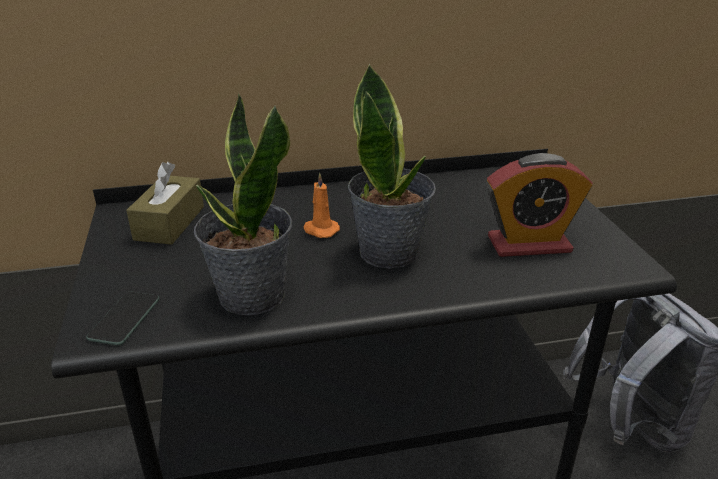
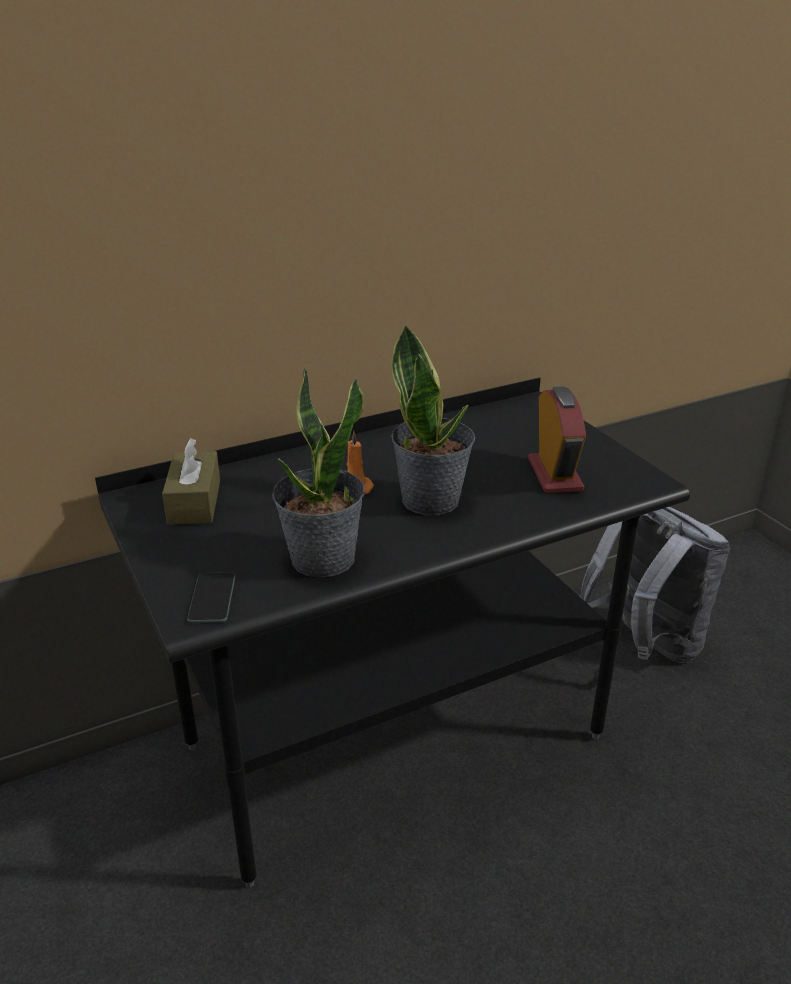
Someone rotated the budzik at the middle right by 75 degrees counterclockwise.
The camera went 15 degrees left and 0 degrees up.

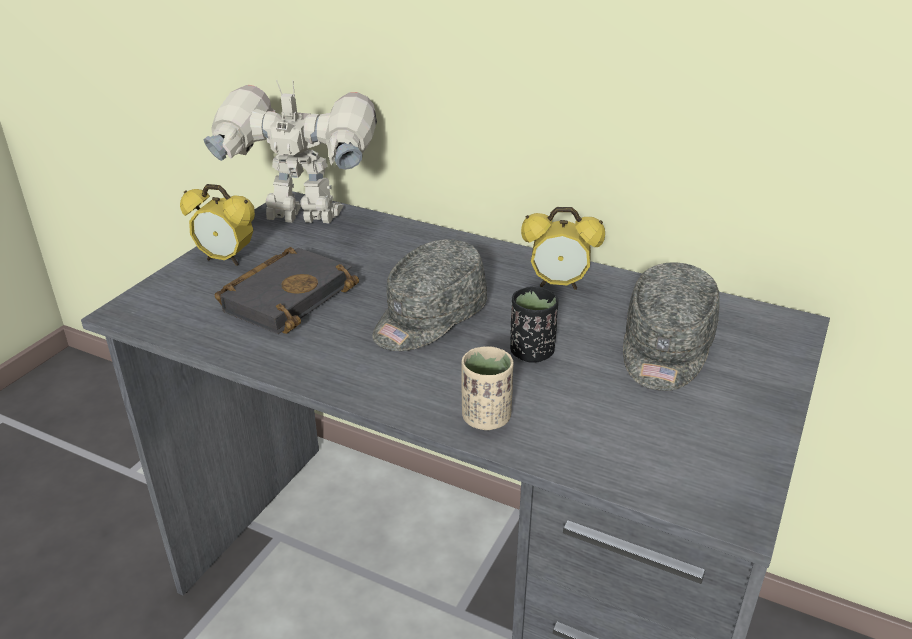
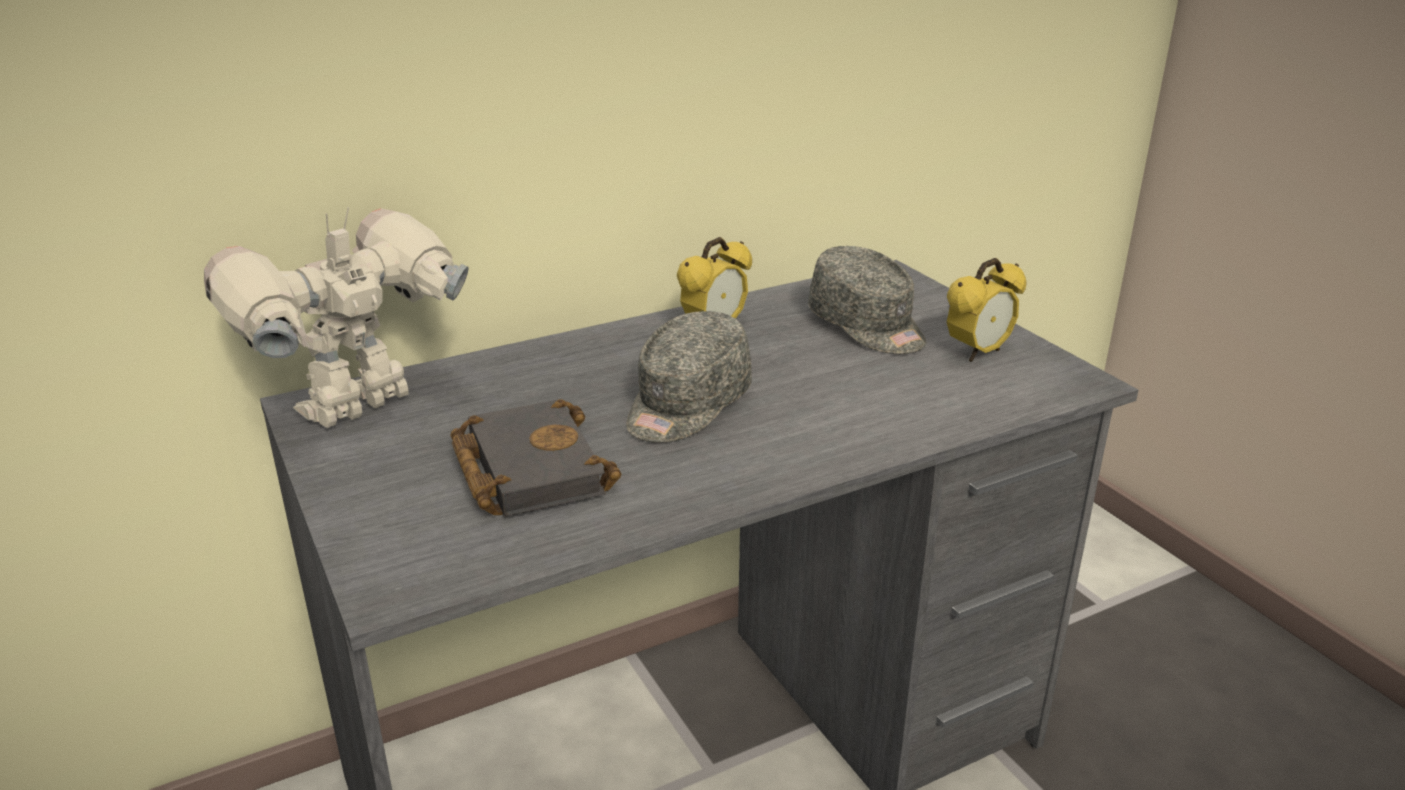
Someone carried the budzik (1st from left in the first image) from the middle left to the middle right.
Someone rotated the czapka z daszkiem [szary] (1st from left) at the centre by 45 degrees clockwise.
Someone took away the filiżanka [czarny] at the centre.
Someone took away the filiżanka [beżowy] at the centre.
The camera went 55 degrees left and 5 degrees down.

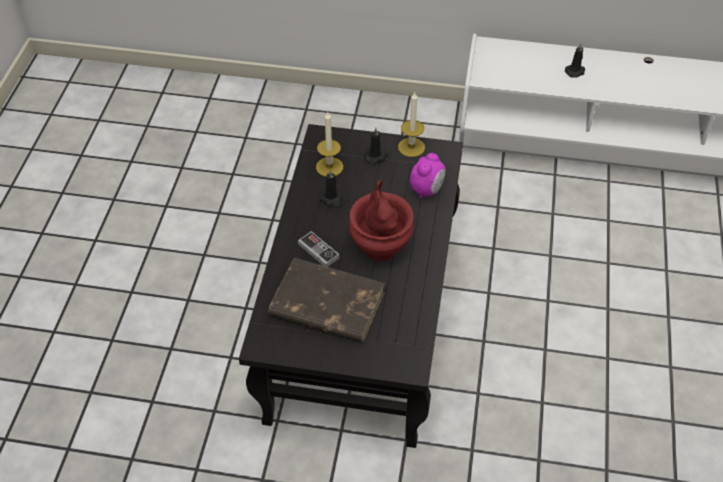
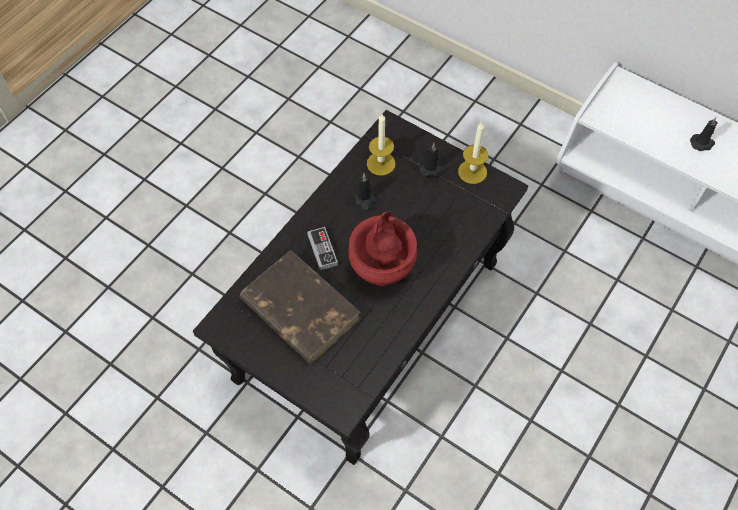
Someone took away the budzik at the centre.
The camera went 25 degrees right and 10 degrees up.

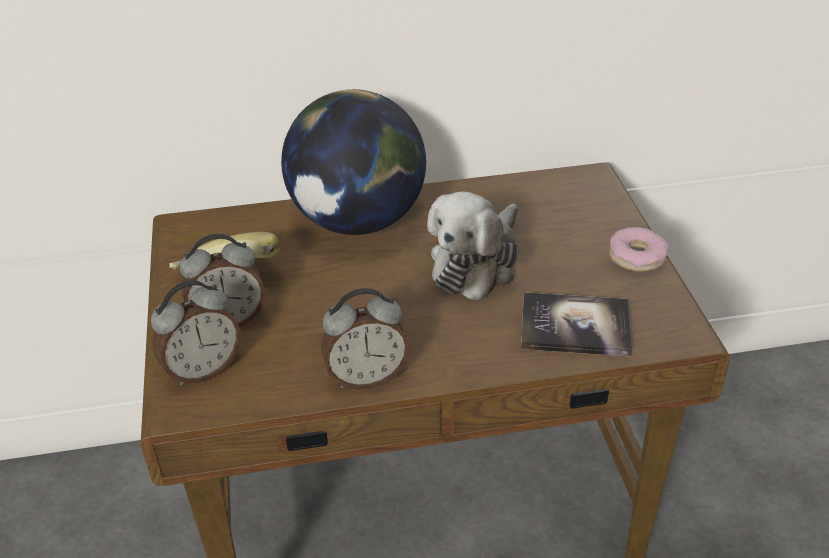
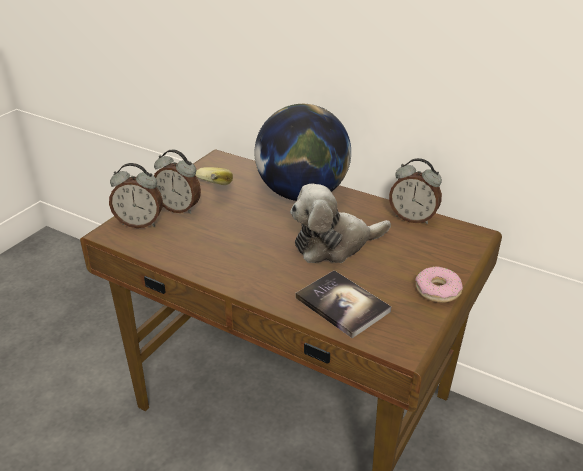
Someone carried the budzik (3rd from left) from the centre to the middle right.
The camera went 40 degrees right and 5 degrees down.

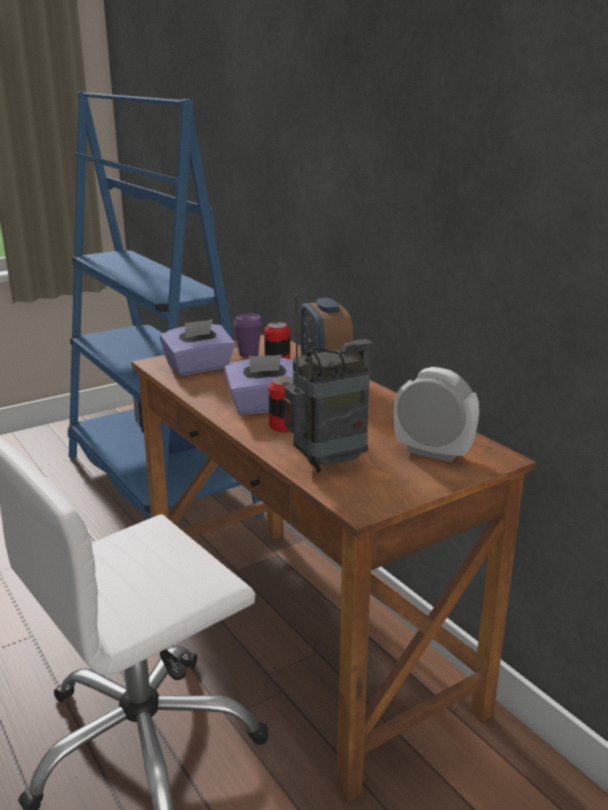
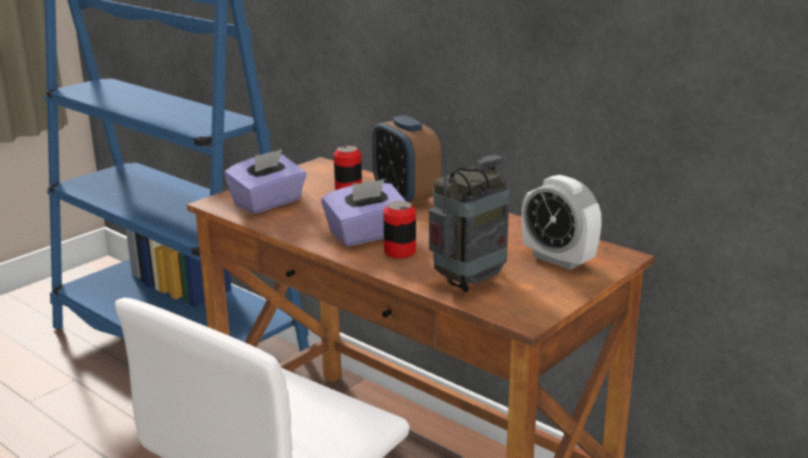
Someone took away the filiżanka [fioletowy] at the centre.
Someone rotated the budzik (2nd from left) at the middle right by 150 degrees counterclockwise.
The camera went 15 degrees left and 0 degrees up.

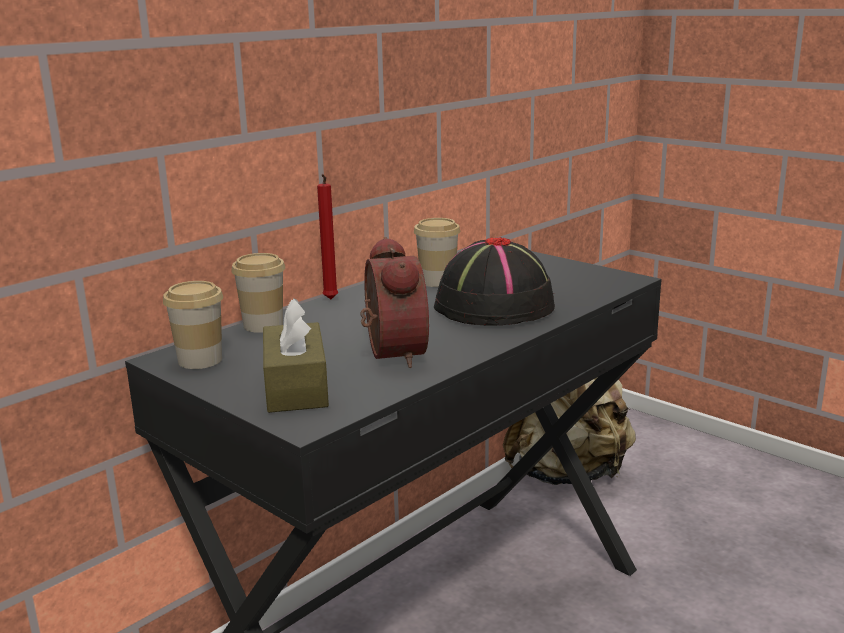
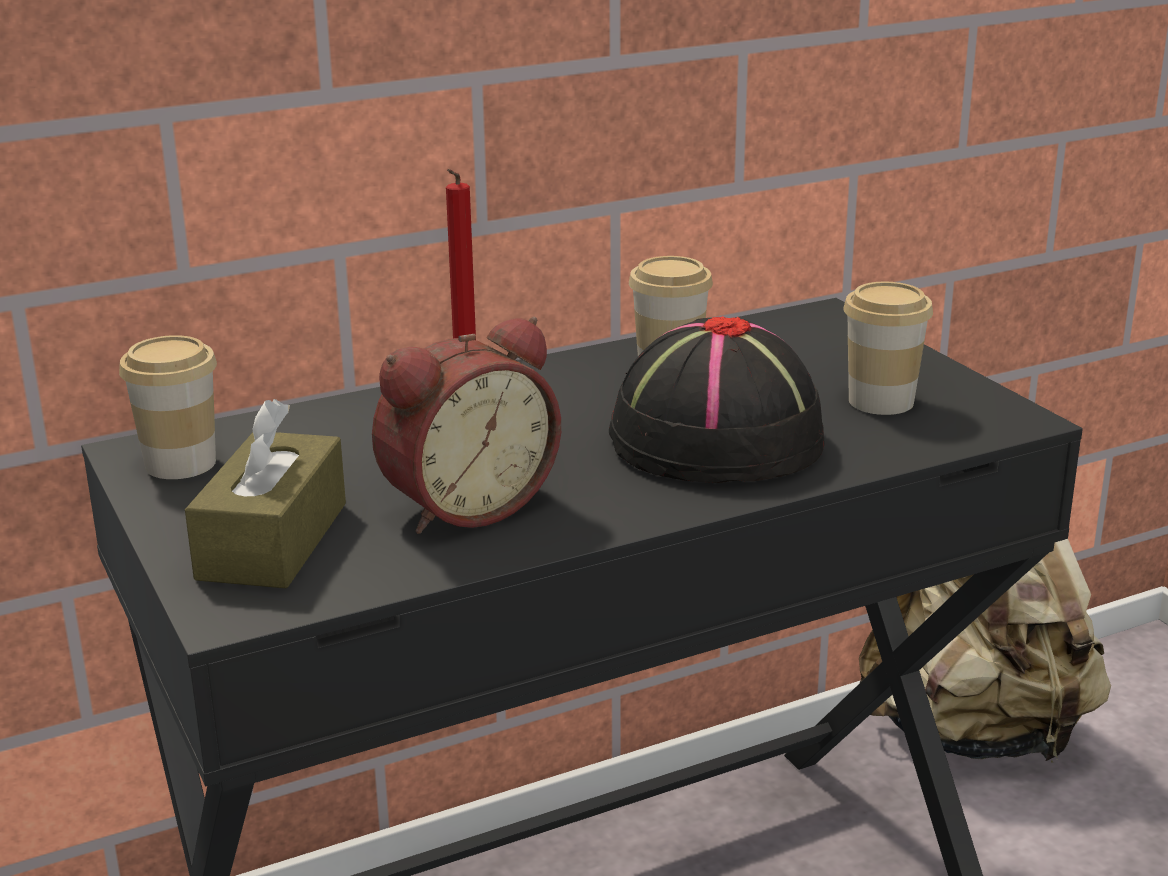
Someone rotated the budzik at the centre by 45 degrees clockwise.
Someone carried the filiżanka (2nd from left in the first image) from the middle left to the middle right.
The camera went 20 degrees right and 5 degrees up.

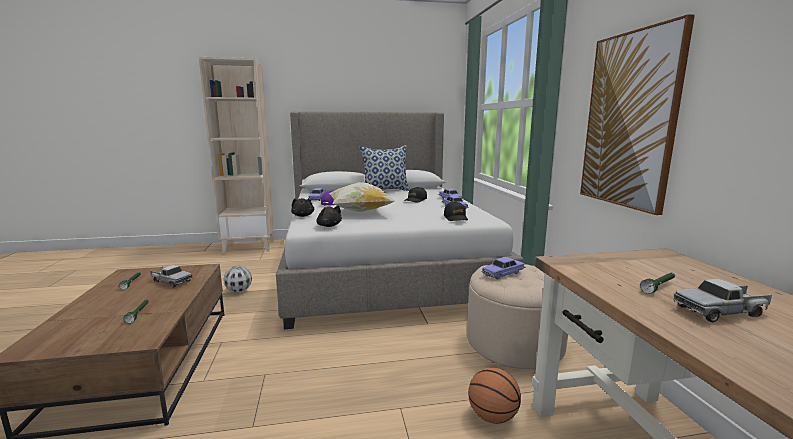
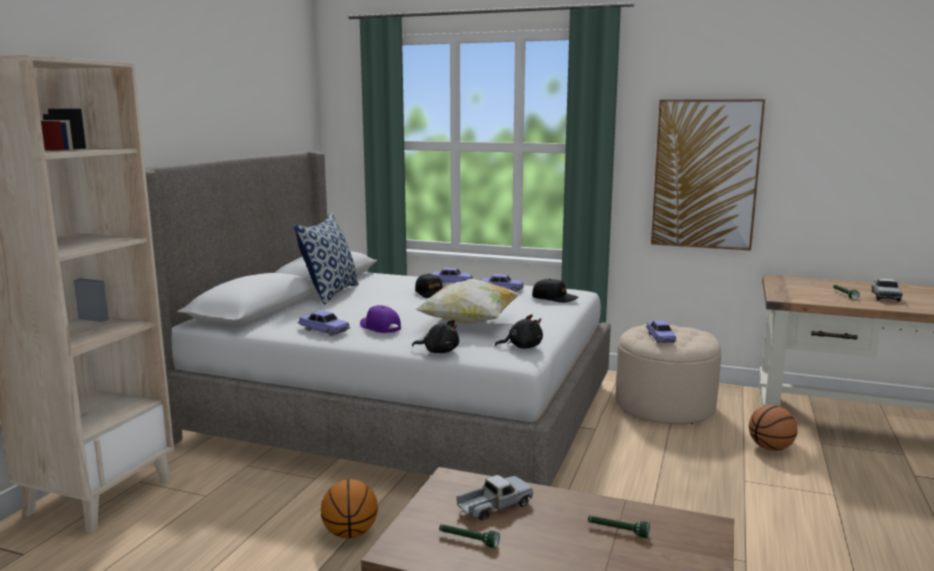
Someone swapped the piłka futbolowa at the middle left for the piłka do koszykówki (1st from left) at the bottom centre.
The camera went 60 degrees left and 0 degrees up.

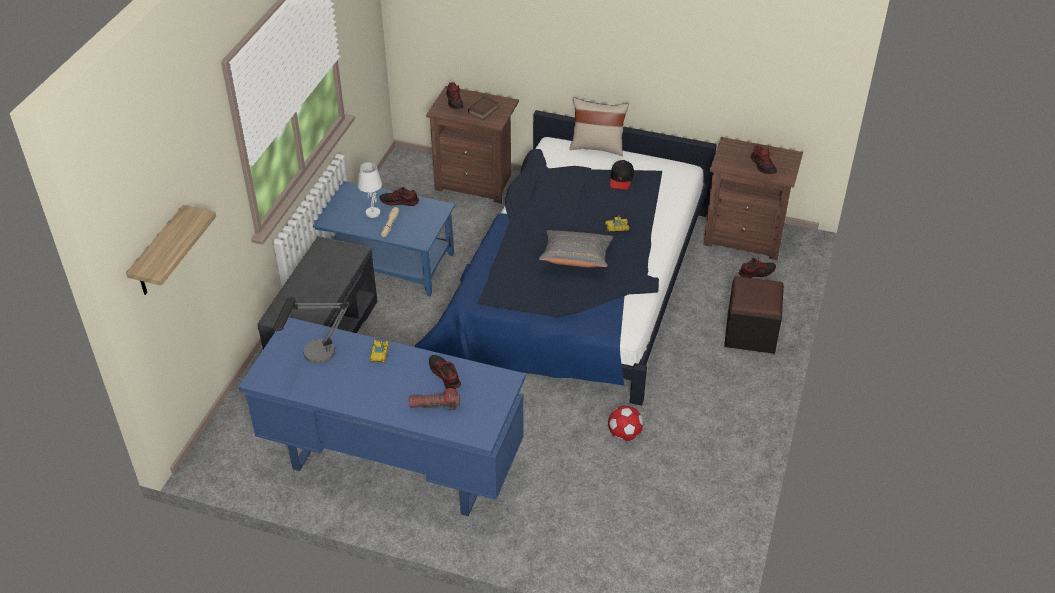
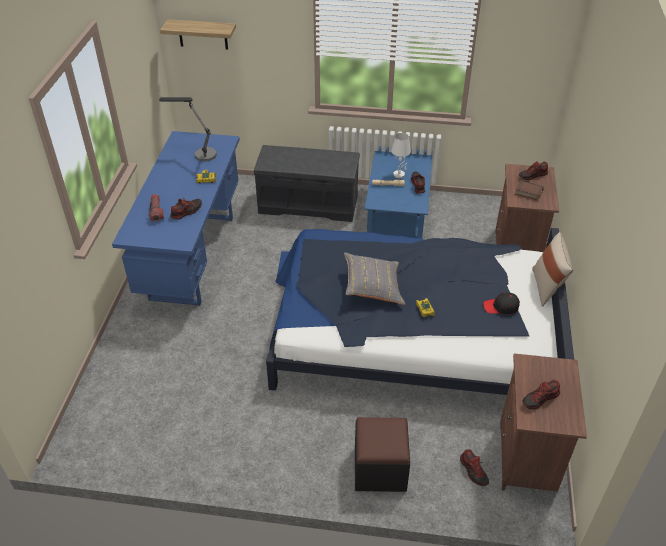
Someone took away the piłka futbolowa at the bottom centre.
The camera went 80 degrees right and 0 degrees up.

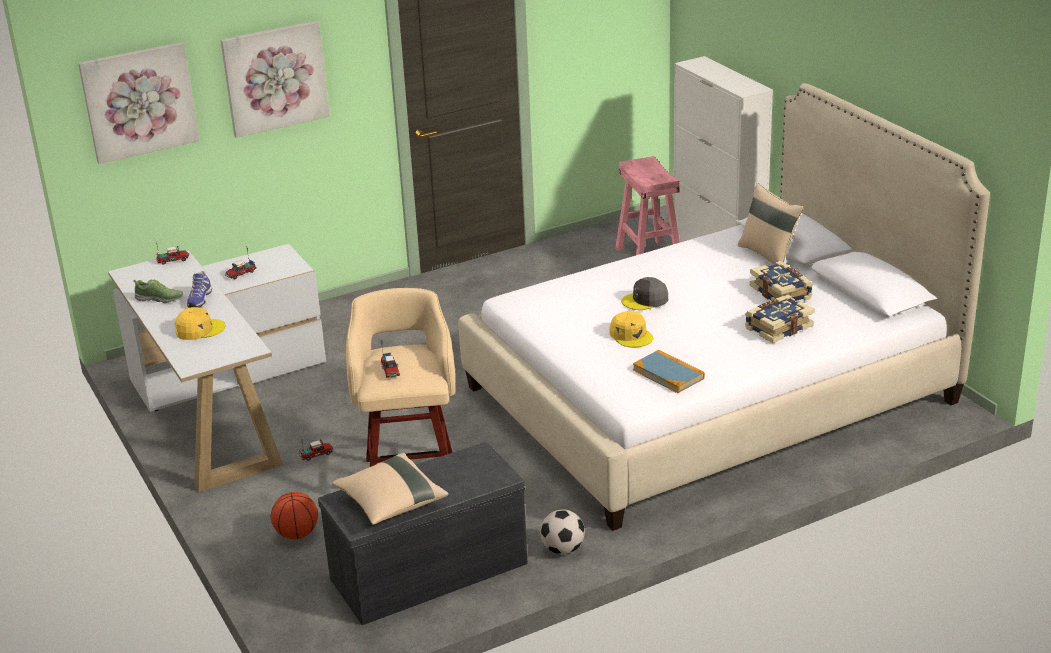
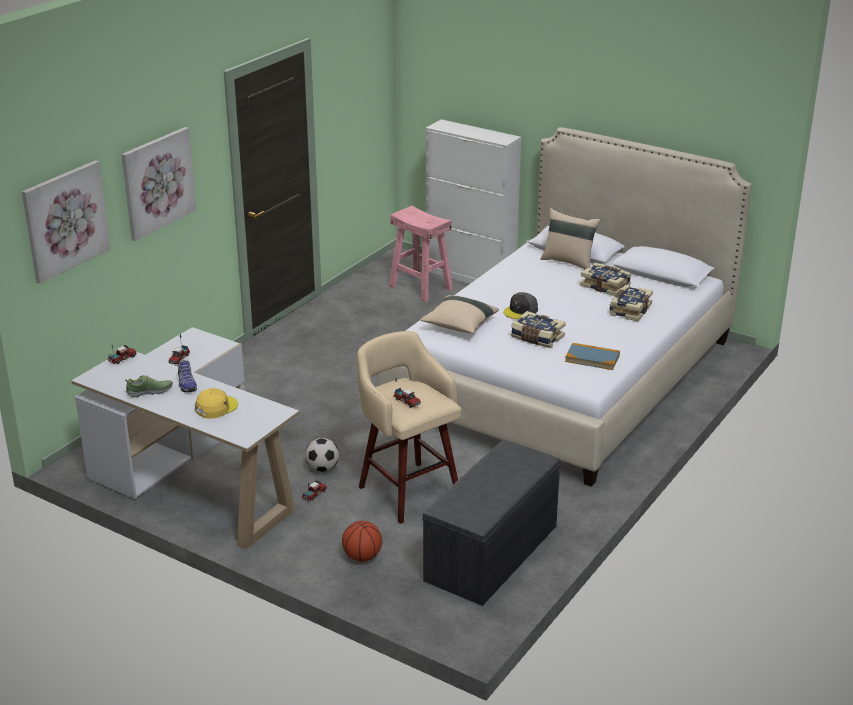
Someone swapped the czapka z daszkiem [żółty] (2nd from left) at the centre for the książka (1st from left) at the centre.
Someone carried the poduszka [beżowy] (1st from left) from the bottom centre to the centre.
Someone carried the piłka futbolowa from the bottom centre to the centre.
The camera went 30 degrees left and 0 degrees up.

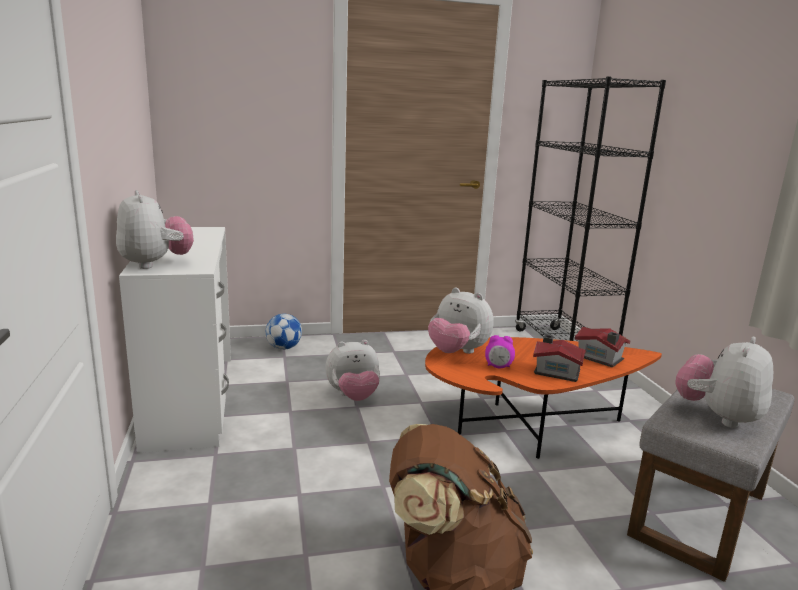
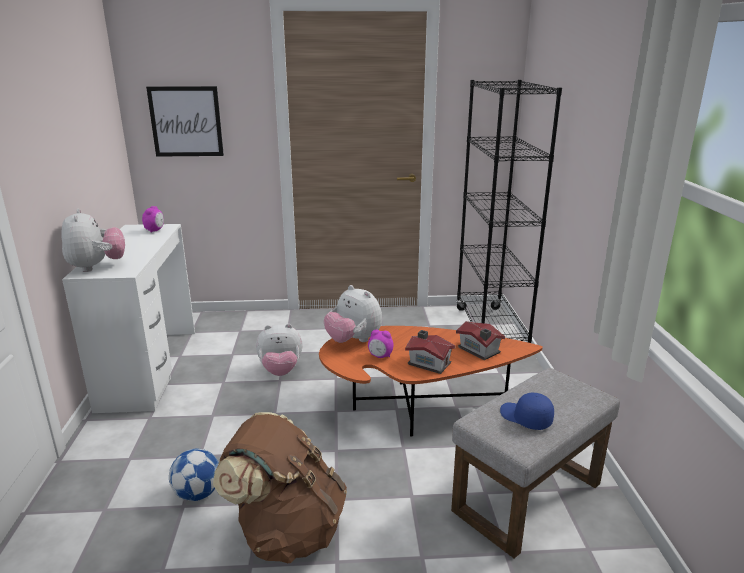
Someone carried the piłka futbolowa from the centre to the bottom left.
Someone swapped the pluszak (4th from left) at the middle right for the czapka z daszkiem [niebieski] at the bottom right.
Someone put up the obraz at the top left.
Someone put down the budzik (1st from left) at the middle left.
The camera went 10 degrees right and 5 degrees up.

